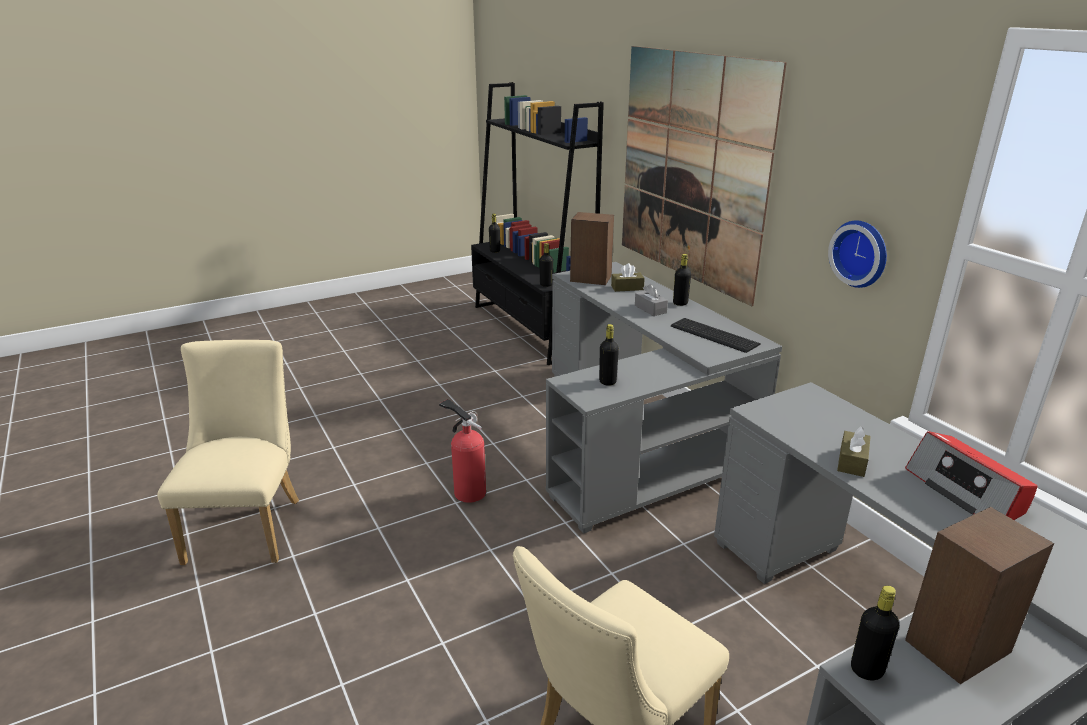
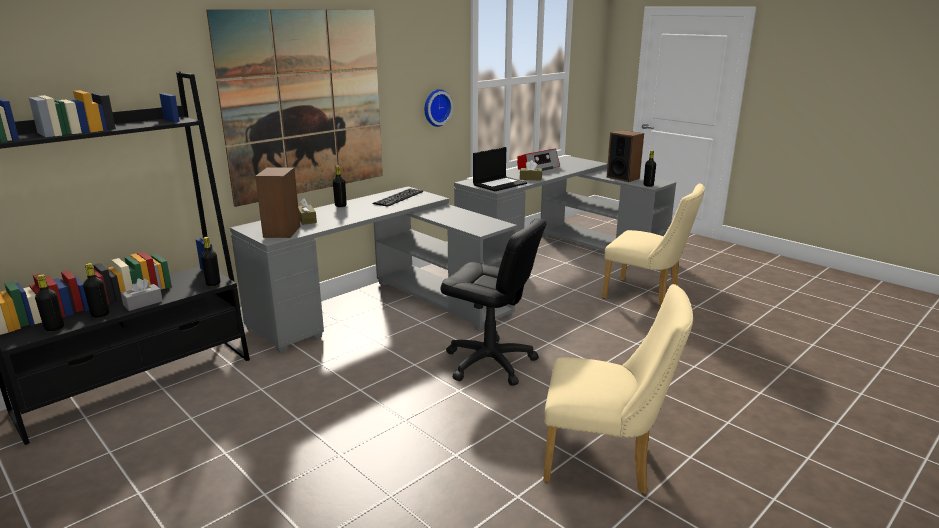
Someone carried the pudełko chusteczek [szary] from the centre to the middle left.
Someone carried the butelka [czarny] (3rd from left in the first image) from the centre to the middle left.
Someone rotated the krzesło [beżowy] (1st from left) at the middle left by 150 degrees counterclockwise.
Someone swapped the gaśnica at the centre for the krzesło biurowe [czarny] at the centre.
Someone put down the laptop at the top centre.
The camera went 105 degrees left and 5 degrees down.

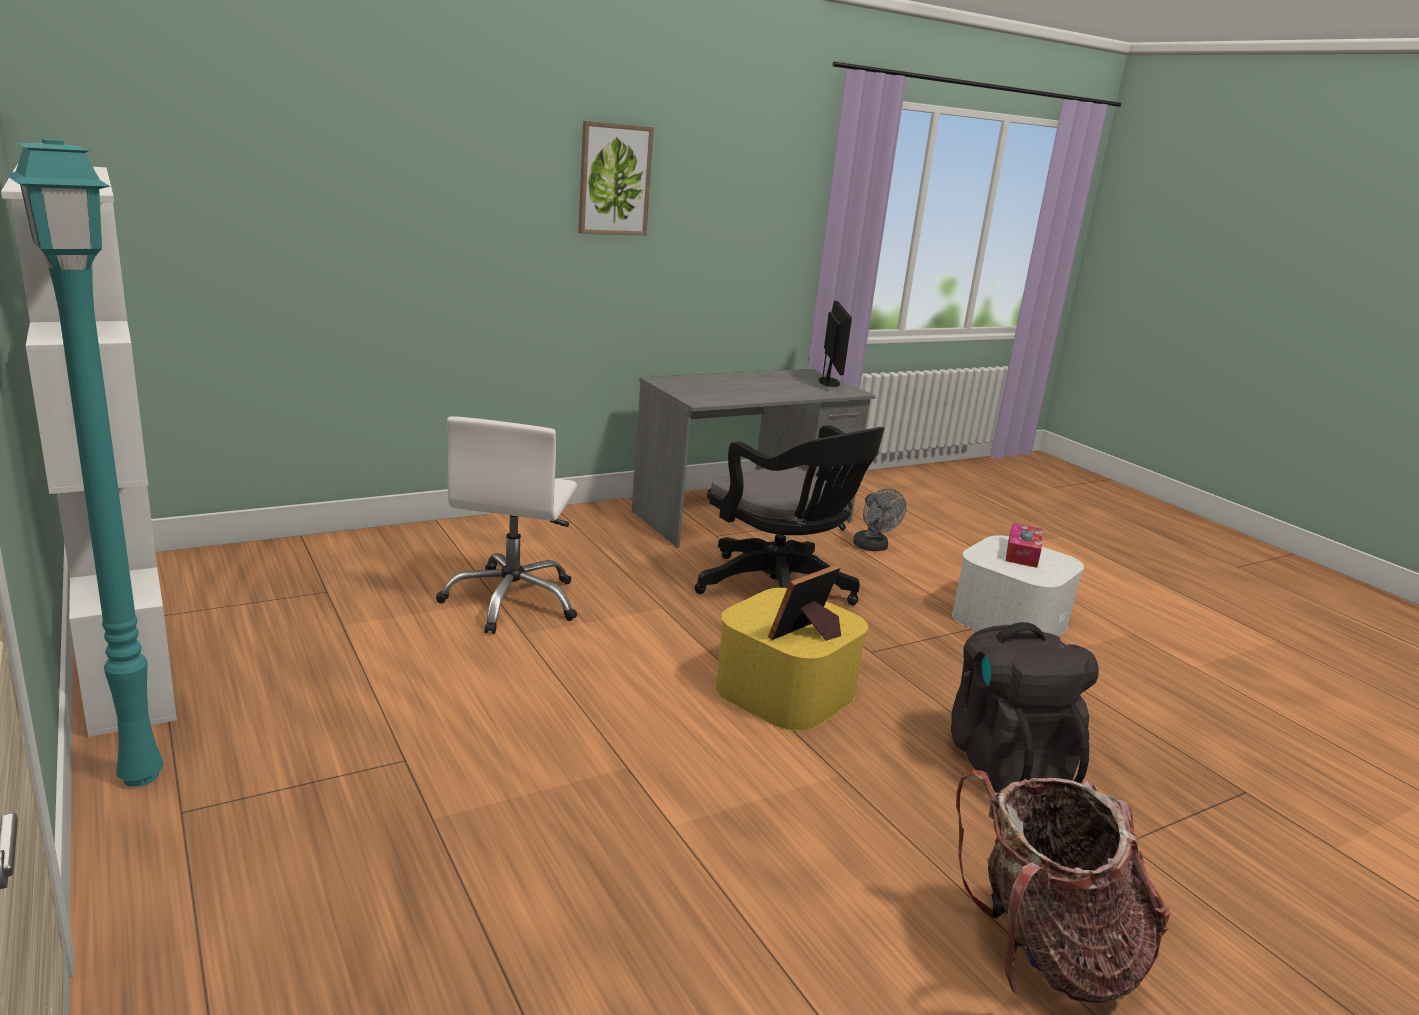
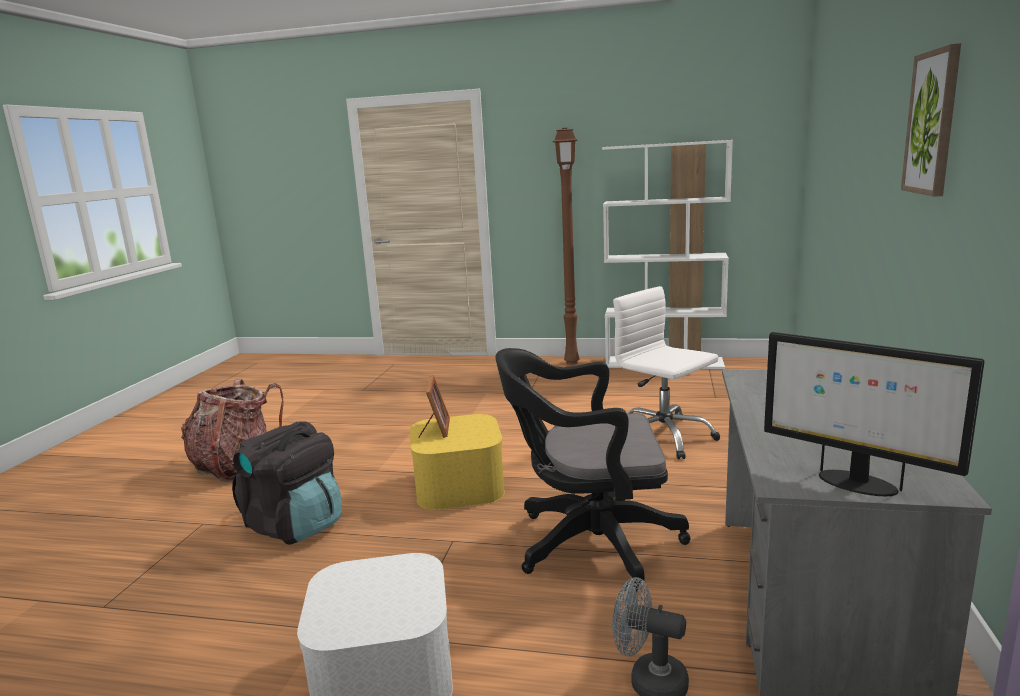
Someone repainted the lampa stojąca [turkusowy] at the middle left, which became the lampa stojąca [brązowy] at the centre.
Someone took away the pudełko chusteczek at the middle right.
The camera went 135 degrees right and 5 degrees down.

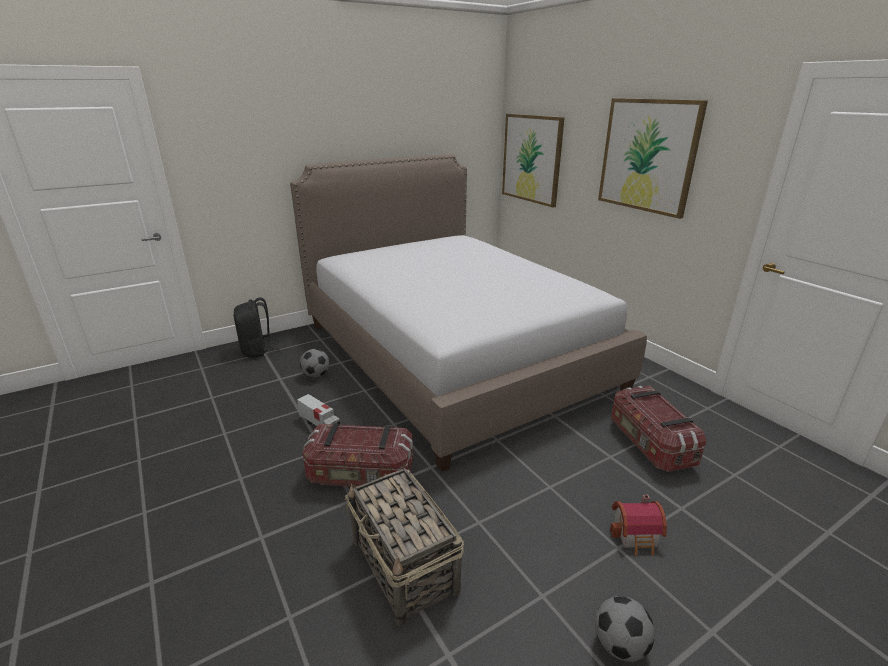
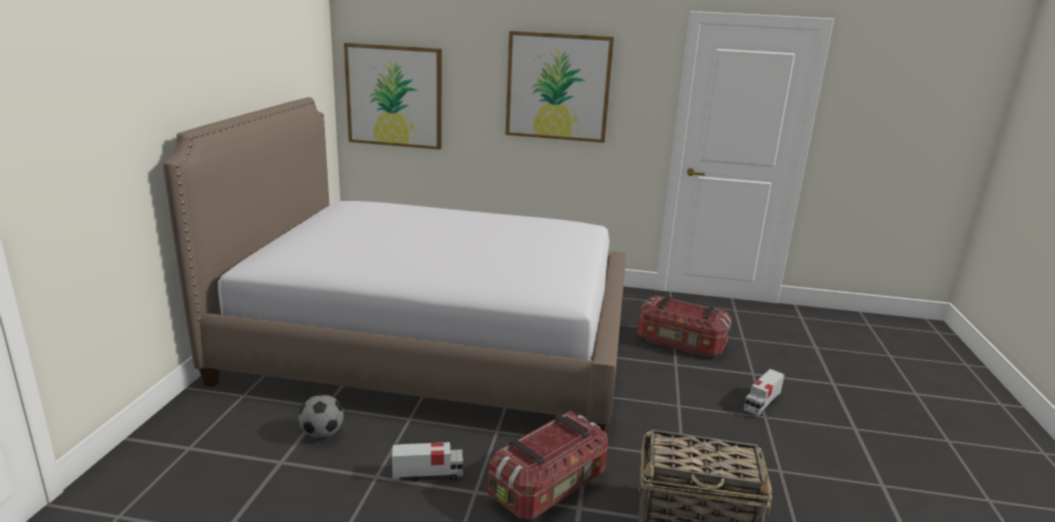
Someone took away the plecak [czarny] at the middle left.
Someone swapped the domek at the bottom right for the ciężarówka zabawkowa (2nd from left) at the bottom right.
Someone took away the piłka futbolowa (2nd from left) at the bottom right.
The camera went 50 degrees left and 5 degrees down.

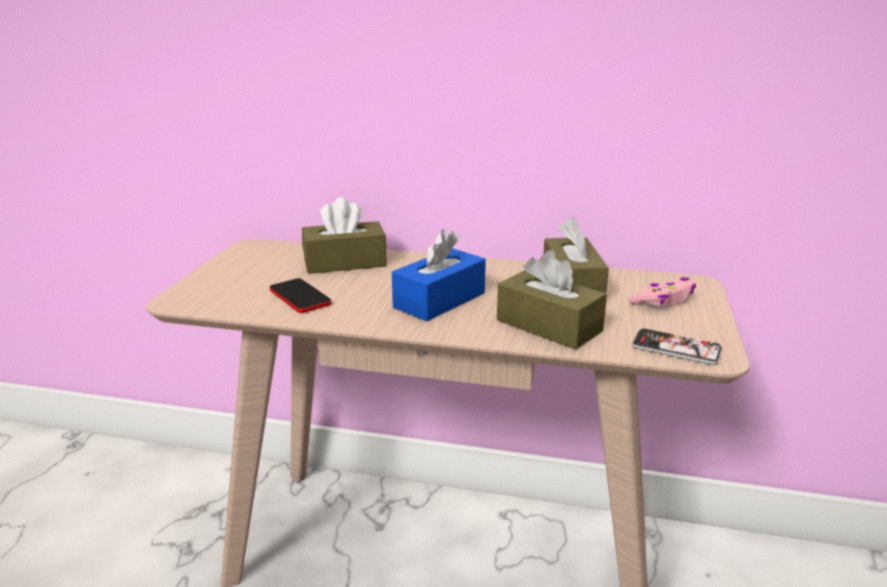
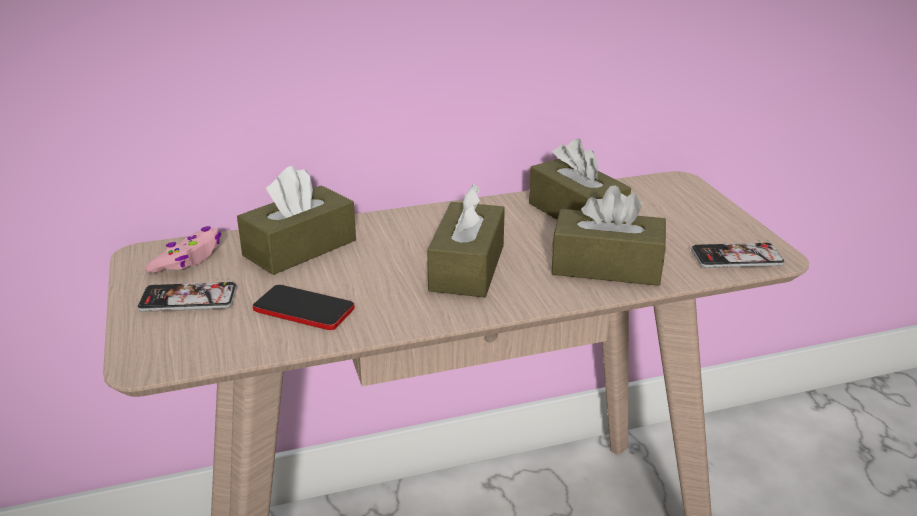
Someone repainted the pudełko chusteczek [niebieski] at the centre, which became the pudełko chusteczek [brązowy] (2nd from left) at the centre.
Someone carried the pad do gier [różowy] from the middle right to the middle left.
Someone put down the telefon (1st from left) at the middle left.
The camera went 30 degrees left and 5 degrees up.

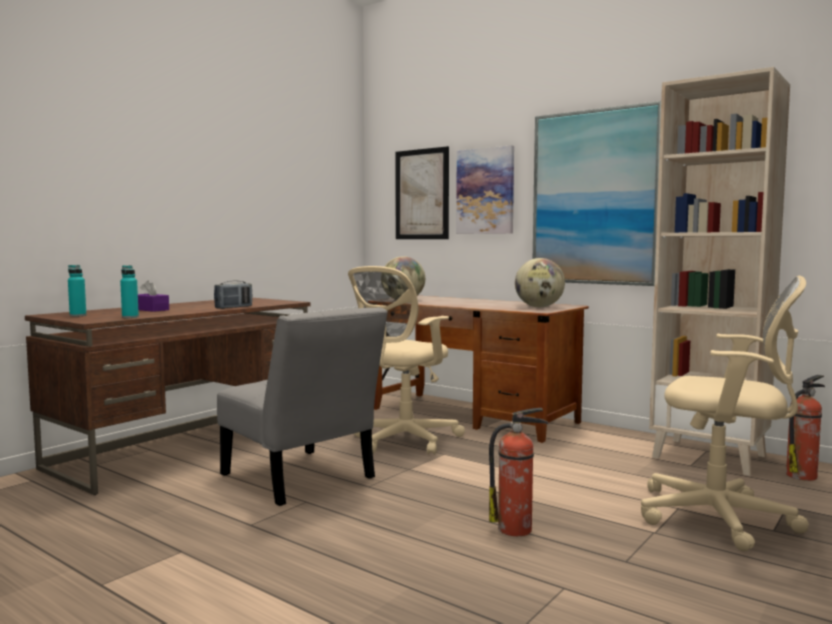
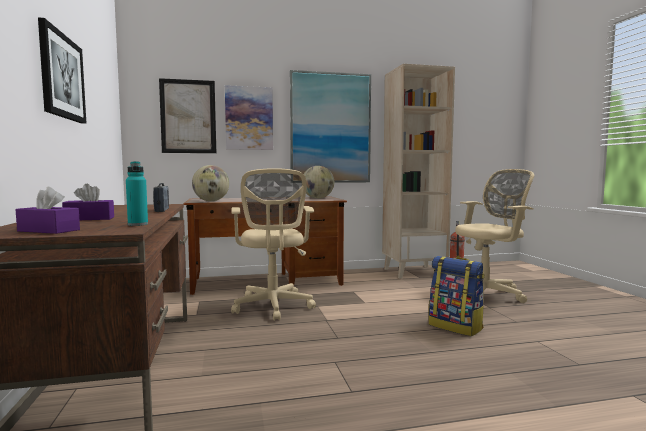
Someone swapped the butelka [turkusowy] (1st from left) at the middle left for the pudełko chusteczek [fioletowy] (1st from left) at the middle left.
Someone took away the krzesło [szary] at the centre.
Someone swapped the gaśnica (1st from left) at the bottom centre for the plecak at the bottom right.
Someone put up the obraz (1st from left) at the top left.
The camera went 50 degrees left and 0 degrees up.

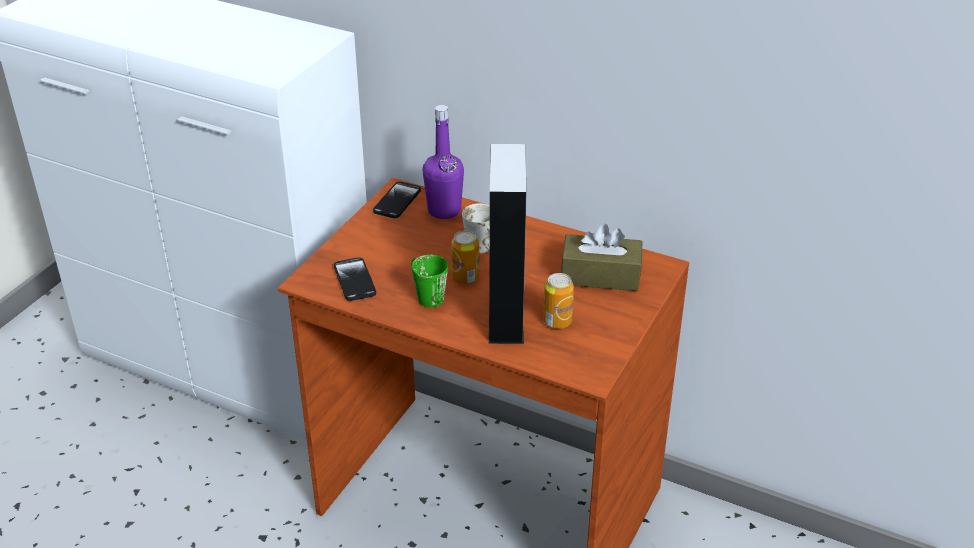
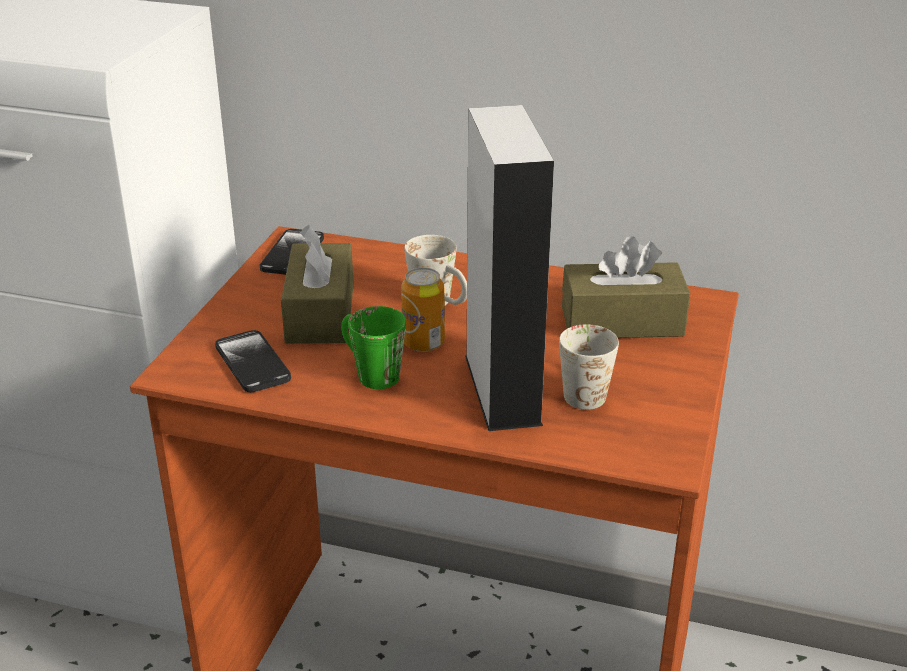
Someone took away the butelka [fioletowy] at the top centre.
Someone swapped the puszka (2nd from left) at the centre for the kubek [biały] (2nd from left) at the centre.
Someone put down the pudełko chusteczek [brązowy] (1st from left) at the centre.
The camera went 10 degrees left and 5 degrees down.

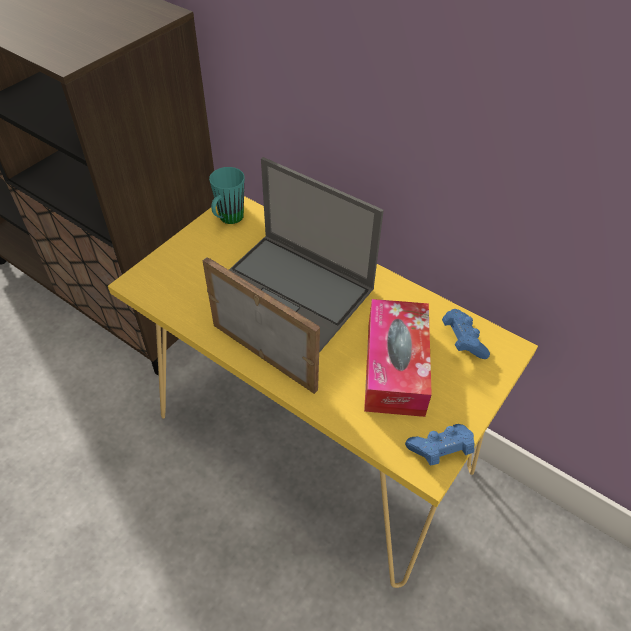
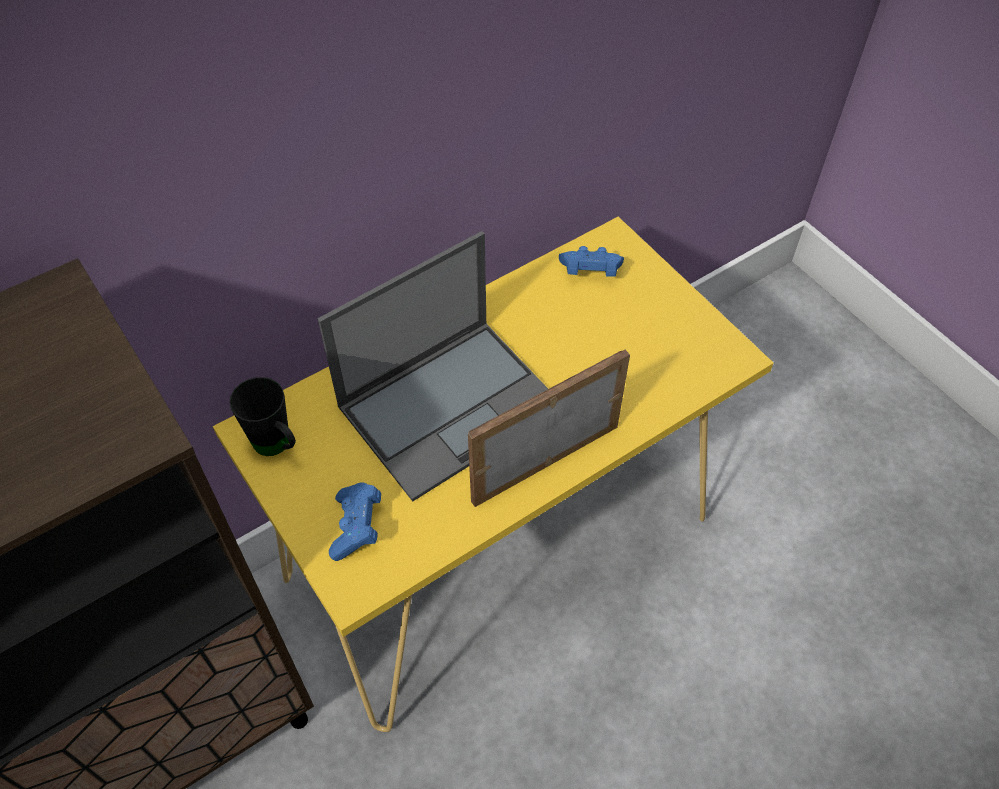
Someone repainted the kubek [turkusowy] at the top centre, which became the kubek [czarny] at the middle left.
Someone took away the pudełko chusteczek at the centre.
Someone carried the pad do gier [niebieski] (1st from left) from the bottom right to the centre.
The camera went 70 degrees left and 5 degrees up.

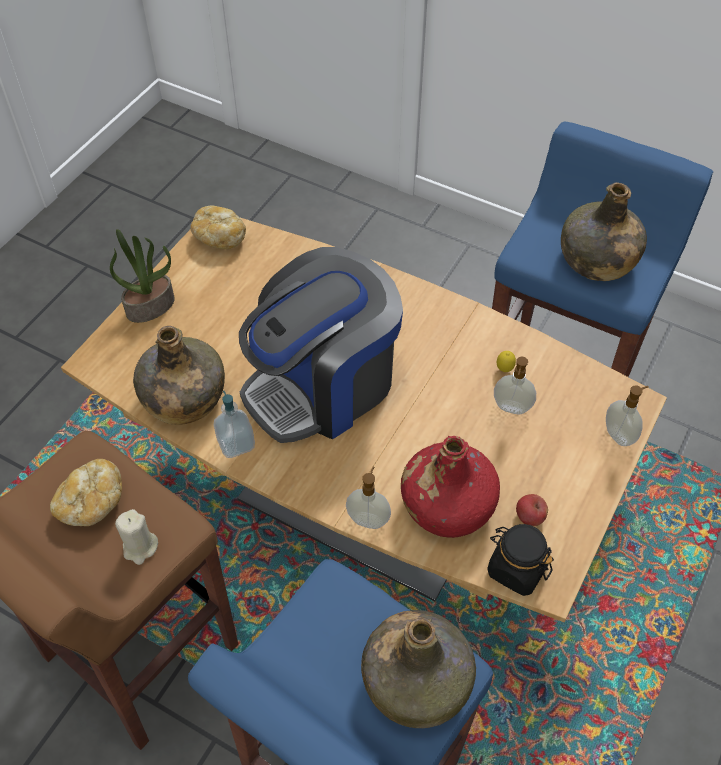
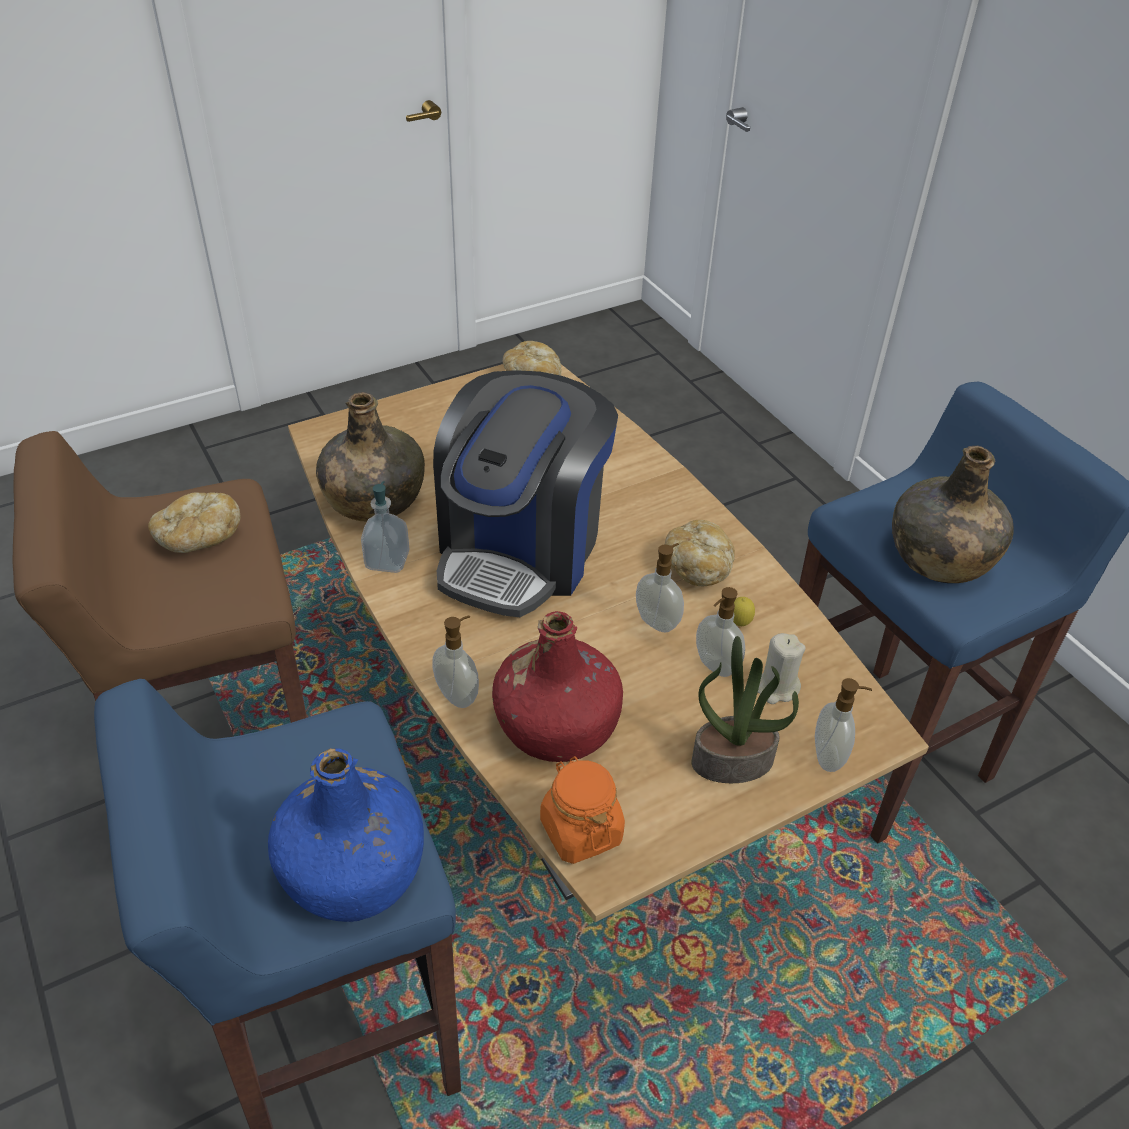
Someone carried the roślina doniczkowa from the middle left to the centre.
Someone rotated the ekspres do kawy at the centre by 60 degrees counterclockwise.
Someone took away the jabłko at the bottom right.
Someone carried the świeca [beżowy] from the bottom left to the middle right.
Someone repainted the słoik [czarny] at the bottom right, which became the słoik [pomarańczowy] at the bottom centre.
Someone repainted the butelka [zielony] (2nd from left) at the bottom centre, which became the butelka [niebieski] at the bottom left.
Someone put down the chleb (3rd from left) at the centre.
Someone put down the dozownik mydła (3rd from left) at the centre.
The camera went 30 degrees right and 10 degrees down.

